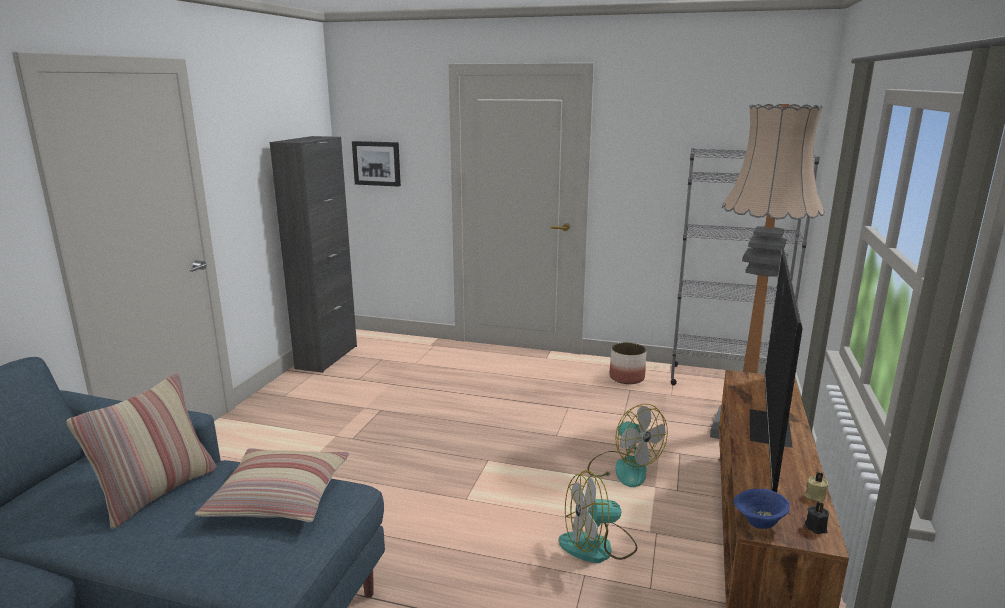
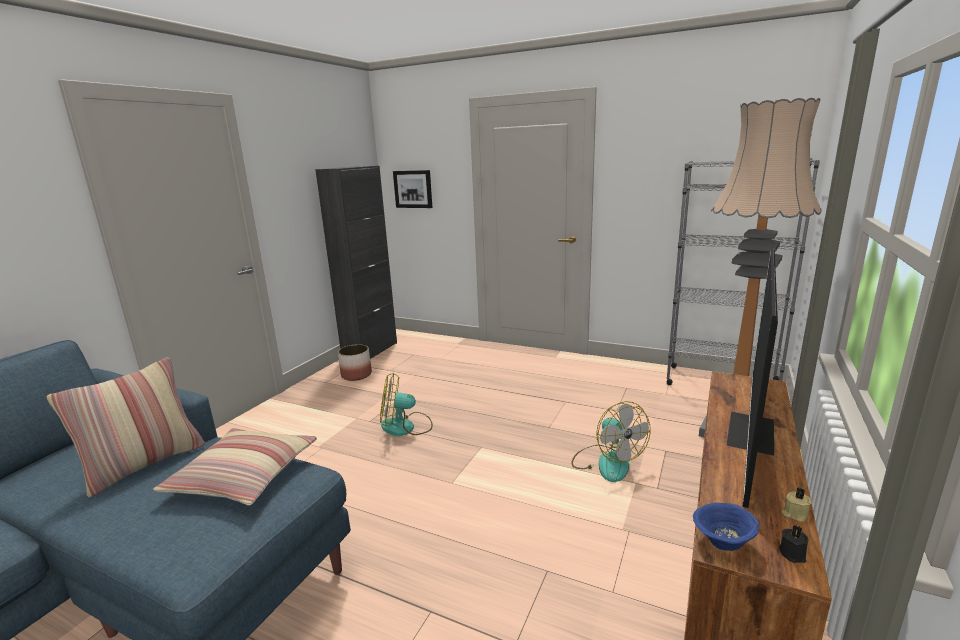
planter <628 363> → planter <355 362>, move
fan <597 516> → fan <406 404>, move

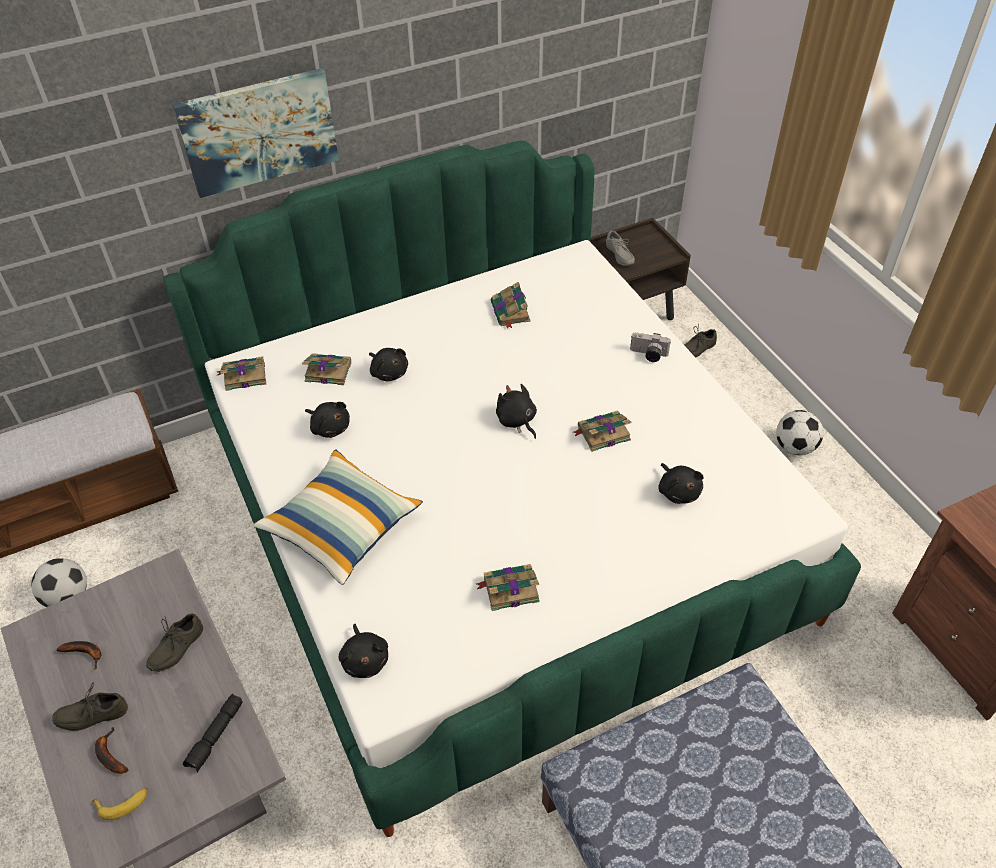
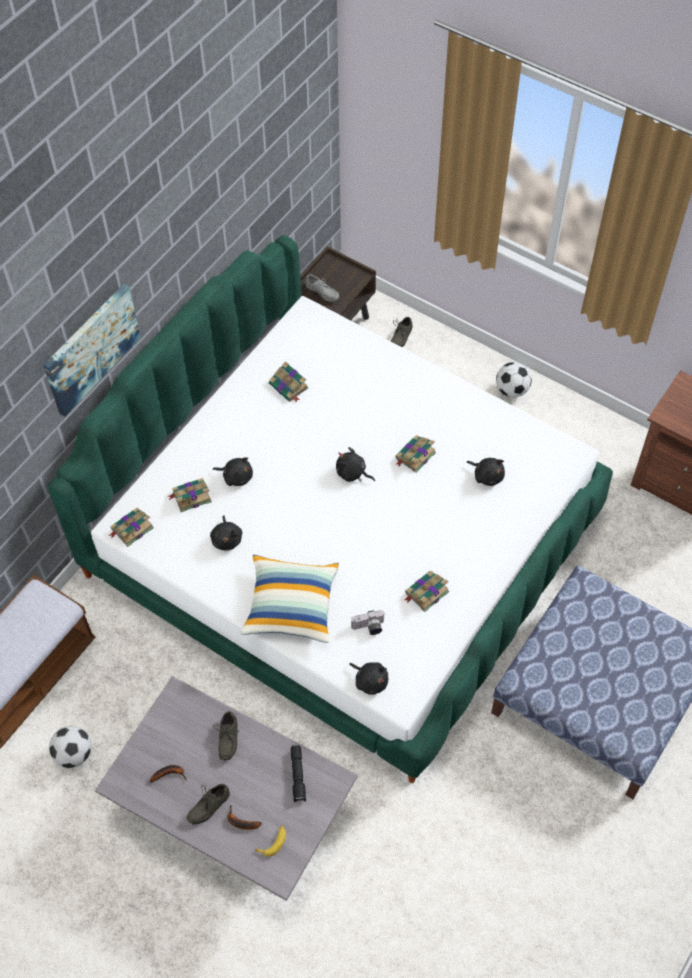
photo camera <650 347> → photo camera <368 622>, move
plush toy in black-coloured <327 420> → plush toy in black-coloured <226 533>, 75 degrees clockwise

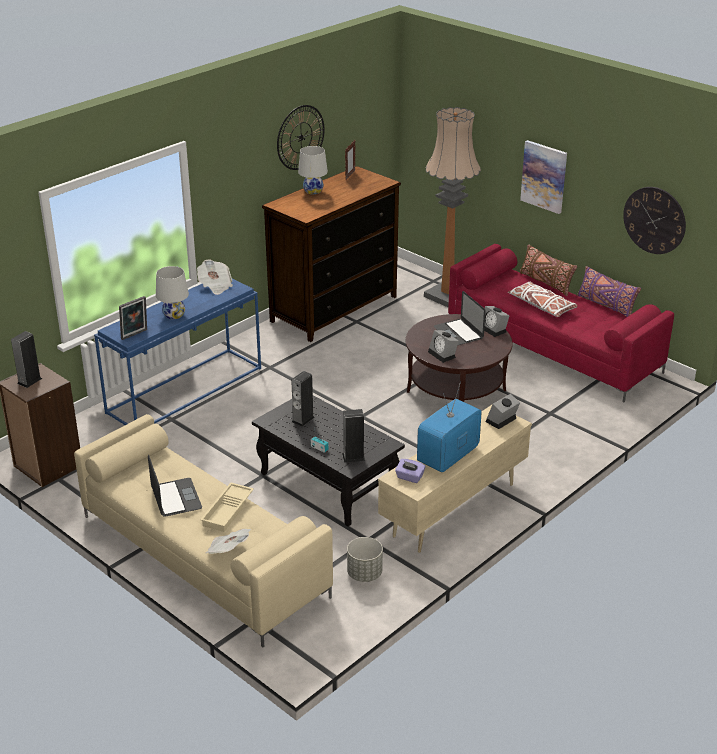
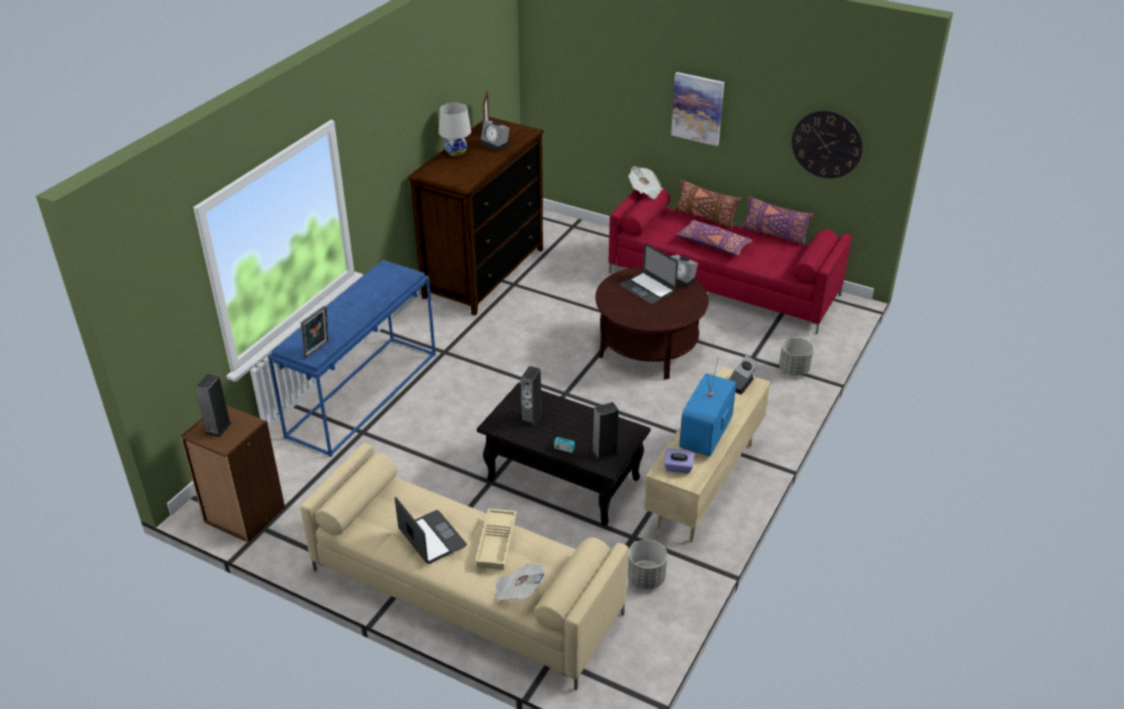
hanging clock <301 137> → -
standing lamp <452 207> → -
newspaper <215 277> → newspaper <645 182>, move
table lamp in whitish <172 292> → -
cushion in whitish <543 299> → cushion in purple <714 238>
bedside clock <443 346> → bedside clock <495 136>, move
- → planter in greyish <796 356>

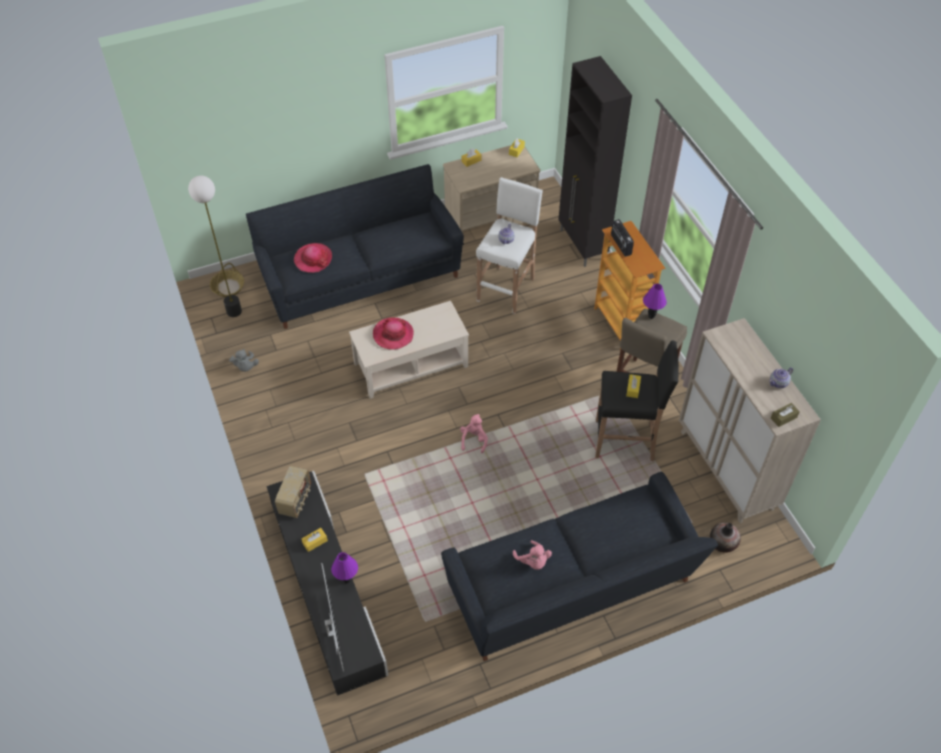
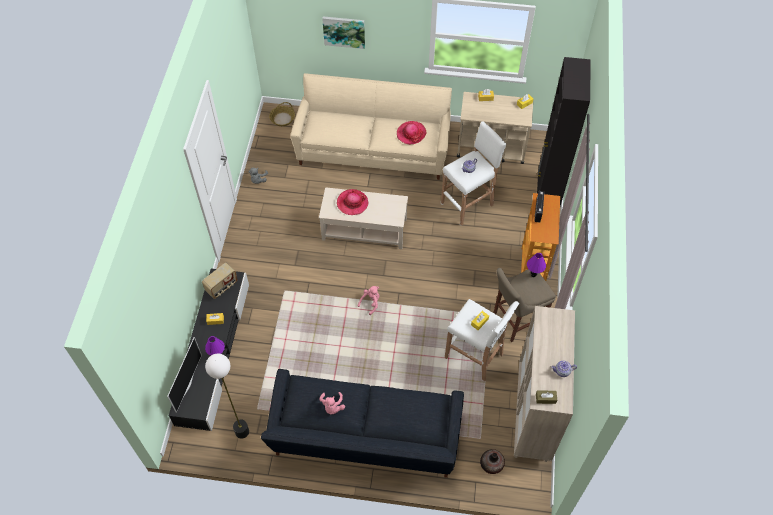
couch in black-coloured <355 246> → couch in beige <371 126>
standing lamp <215 246> → standing lamp <227 396>, move
wearable hat <313 258> → wearable hat <411 133>, move
stool in black-coloured <637 401> → stool in whitish <482 340>
- → wall art <343 32>

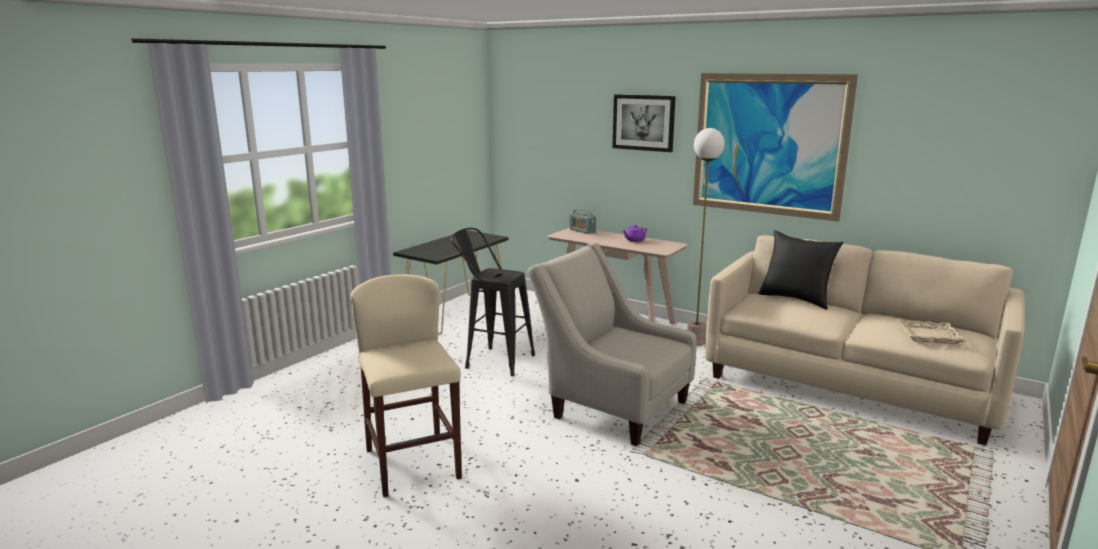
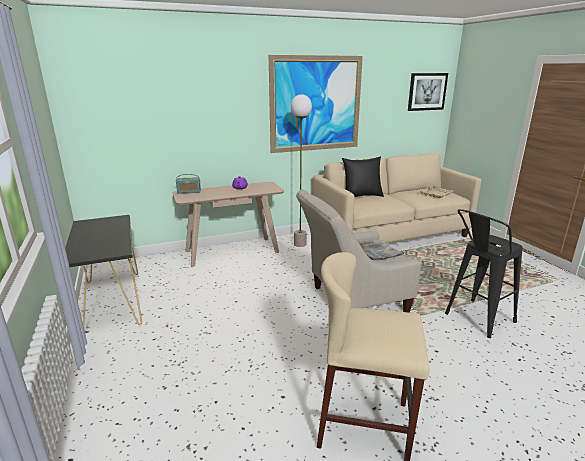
wall art <644 123> → wall art <428 92>, move
stool in black-coloured <493 302> → stool in black-coloured <484 273>, move
- → carrying tray in greyish <382 250>

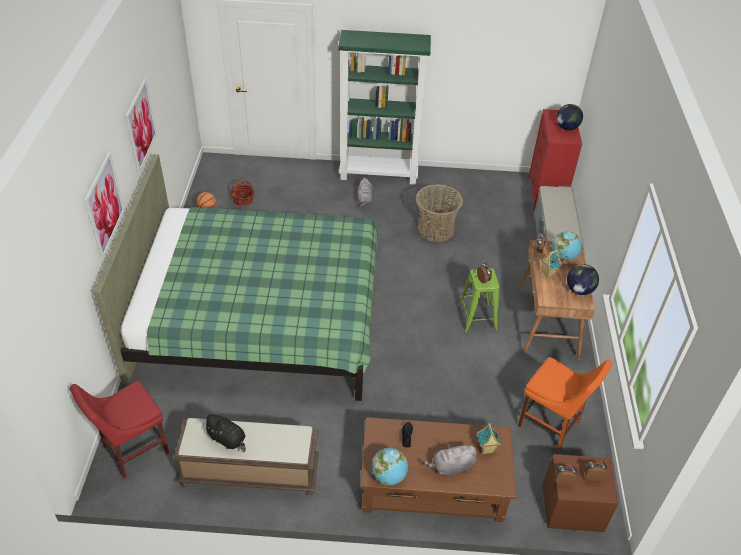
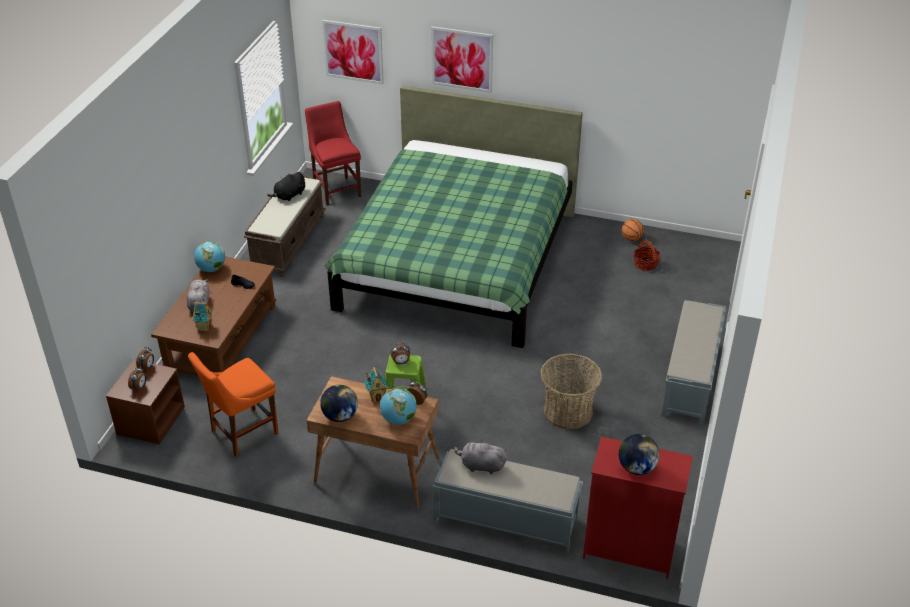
shelving unit in green-coloured <384 107> → indoor bench in greyish <693 362>
wall art <141 125> → wall art <353 52>, move
plush toy in greyish <365 192> → plush toy in greyish <480 457>, move

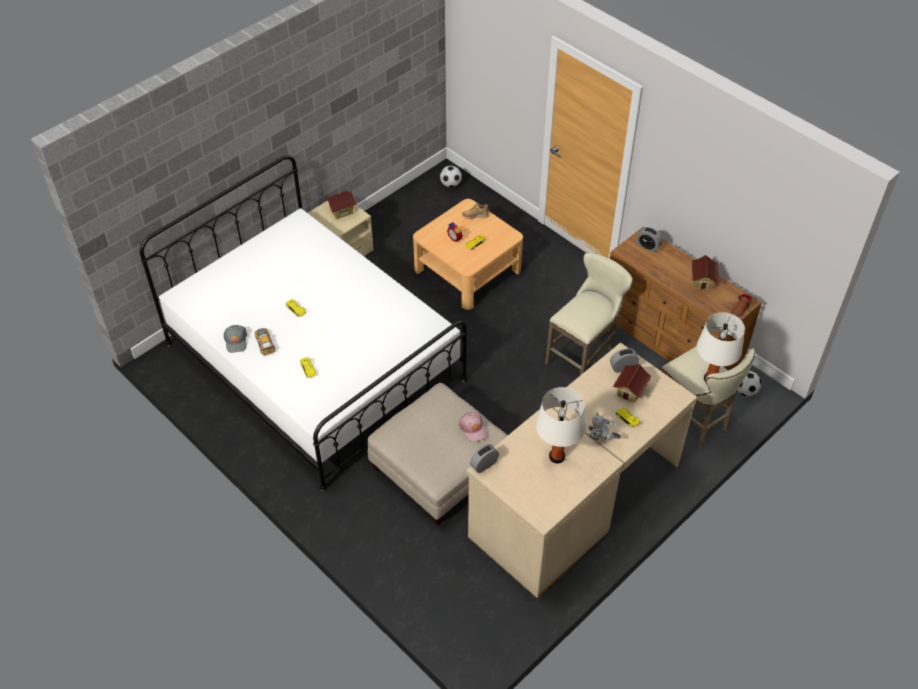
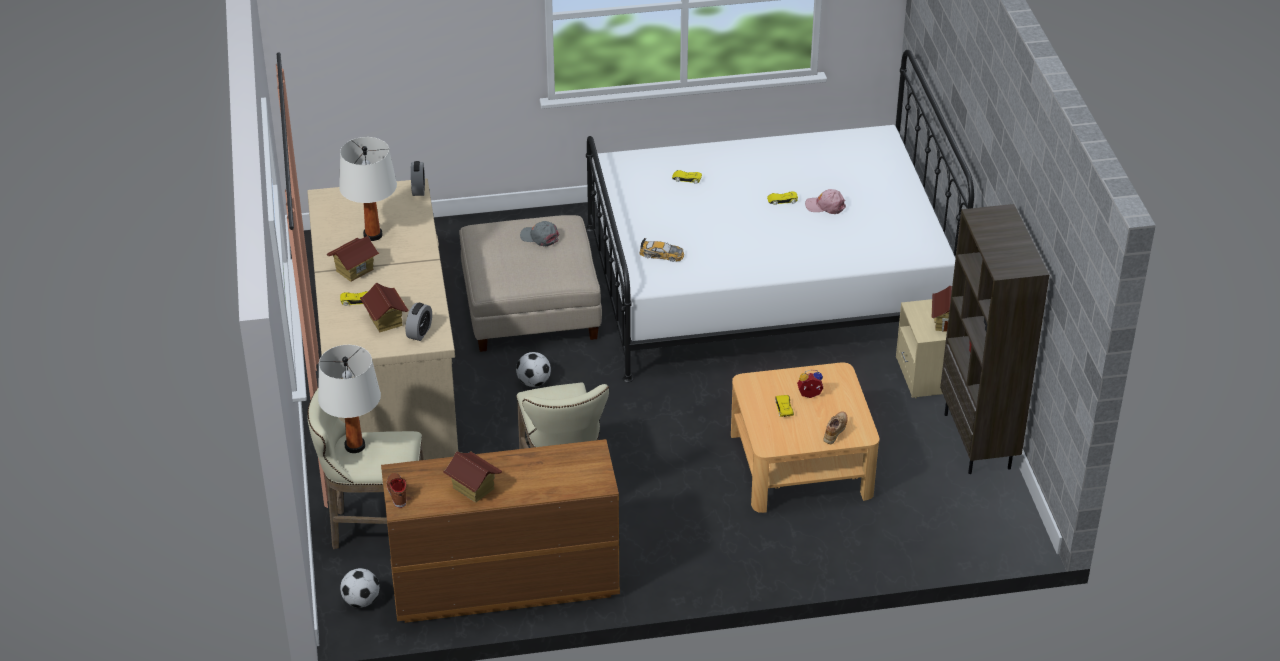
football <451 177> → football <533 369>, move
bedside clock <649 239> → -
baseball cap in greyish <235 339> → baseball cap in greyish <539 234>, move
model car <265 342> → model car <661 250>, move
baseball cap in pink <473 427> → baseball cap in pink <825 201>, move
robot figure <604 426> → model house <352 259>
- → shelving unit in brown-coloured <994 339>

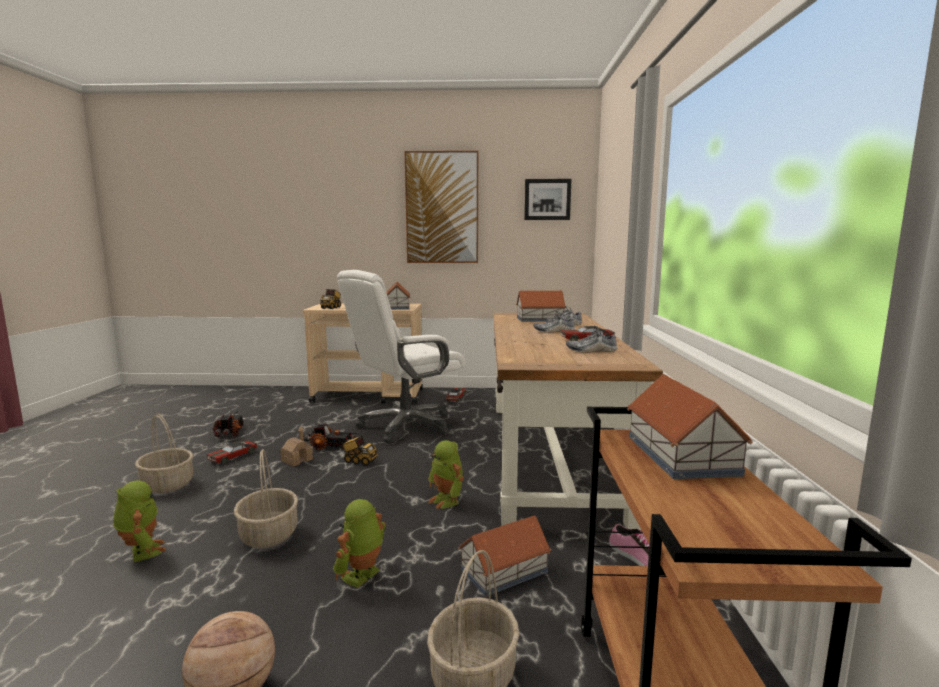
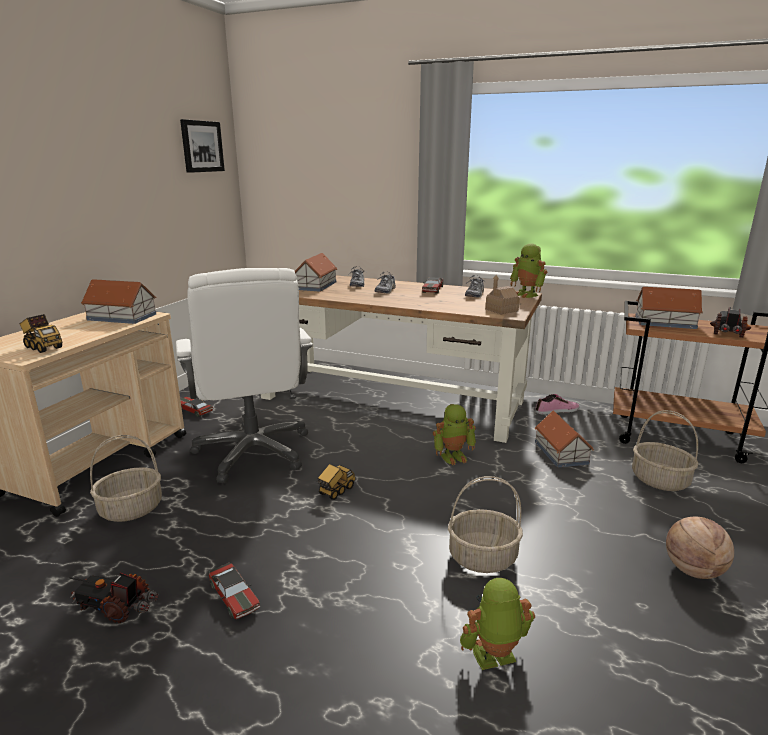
wall art <441 207> → -
storage basket <164 453> → storage basket <126 478>, move
model truck <330 437> → model truck <730 322>, move
model house <297 446> → model house <502 294>, move
robot figure <359 543> → robot figure <528 270>, move

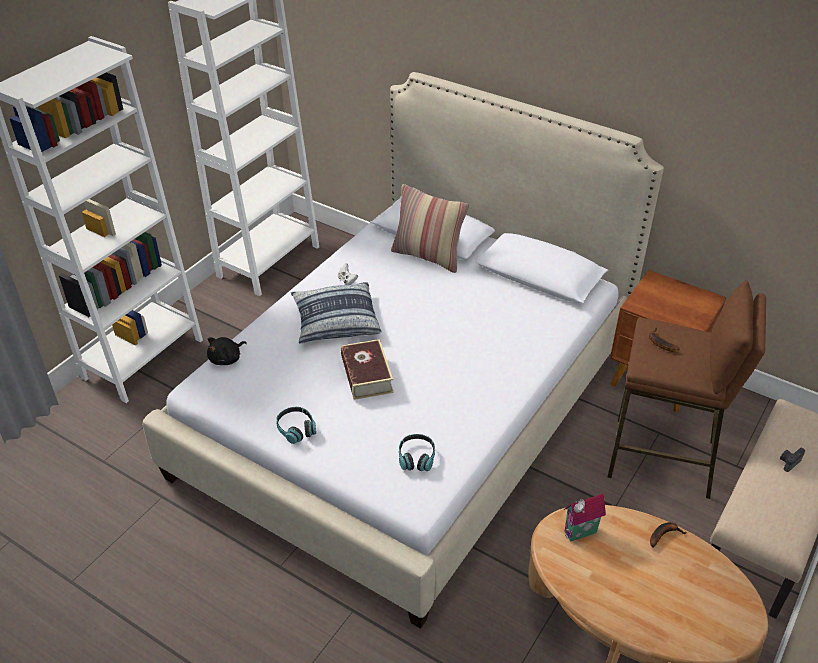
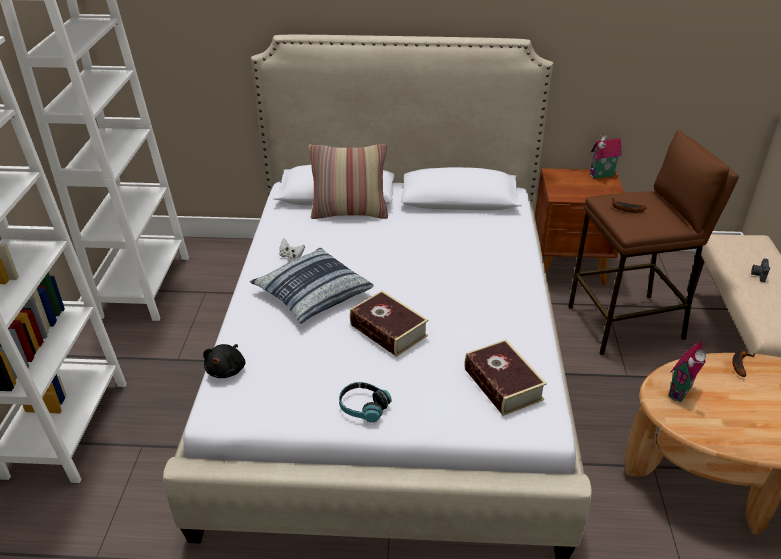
pair of headphones <417 452> → book <505 378>
- → model house <606 156>

